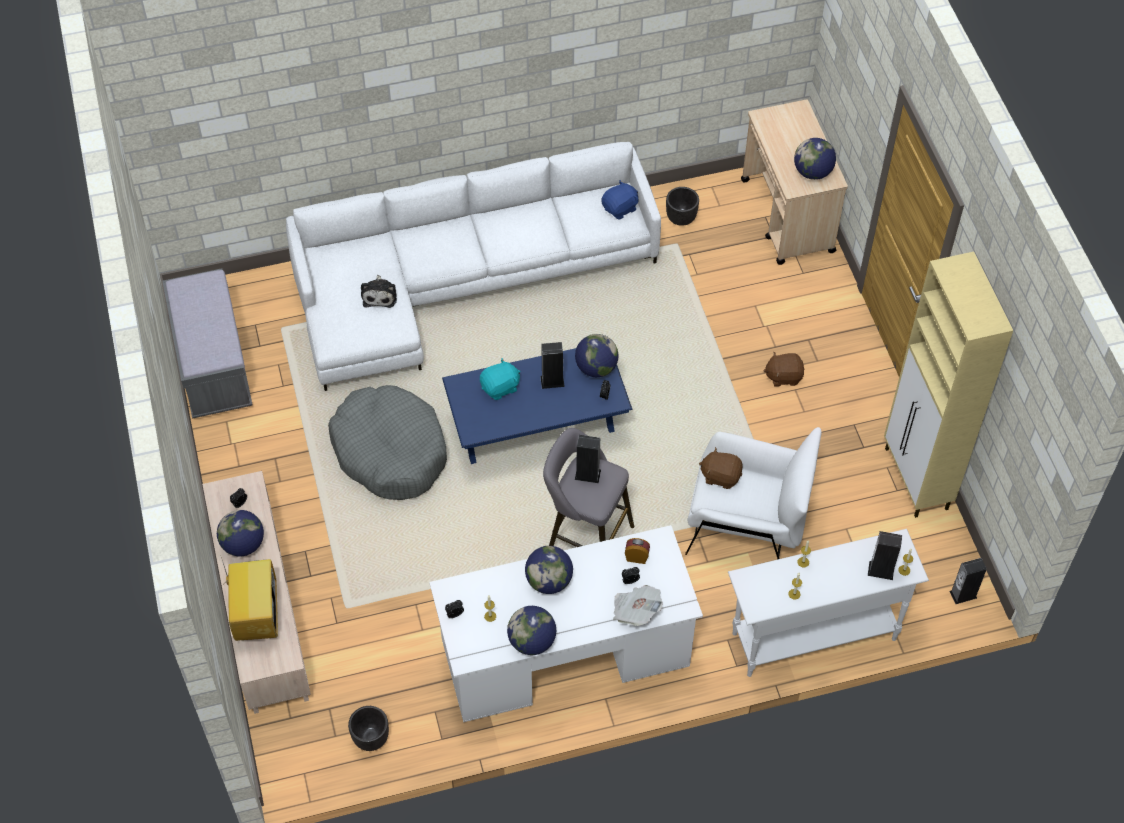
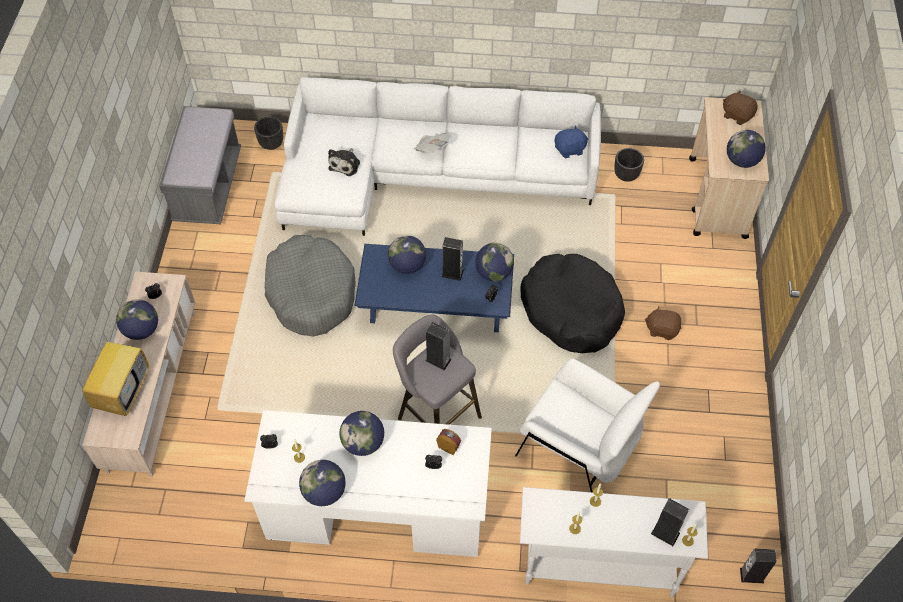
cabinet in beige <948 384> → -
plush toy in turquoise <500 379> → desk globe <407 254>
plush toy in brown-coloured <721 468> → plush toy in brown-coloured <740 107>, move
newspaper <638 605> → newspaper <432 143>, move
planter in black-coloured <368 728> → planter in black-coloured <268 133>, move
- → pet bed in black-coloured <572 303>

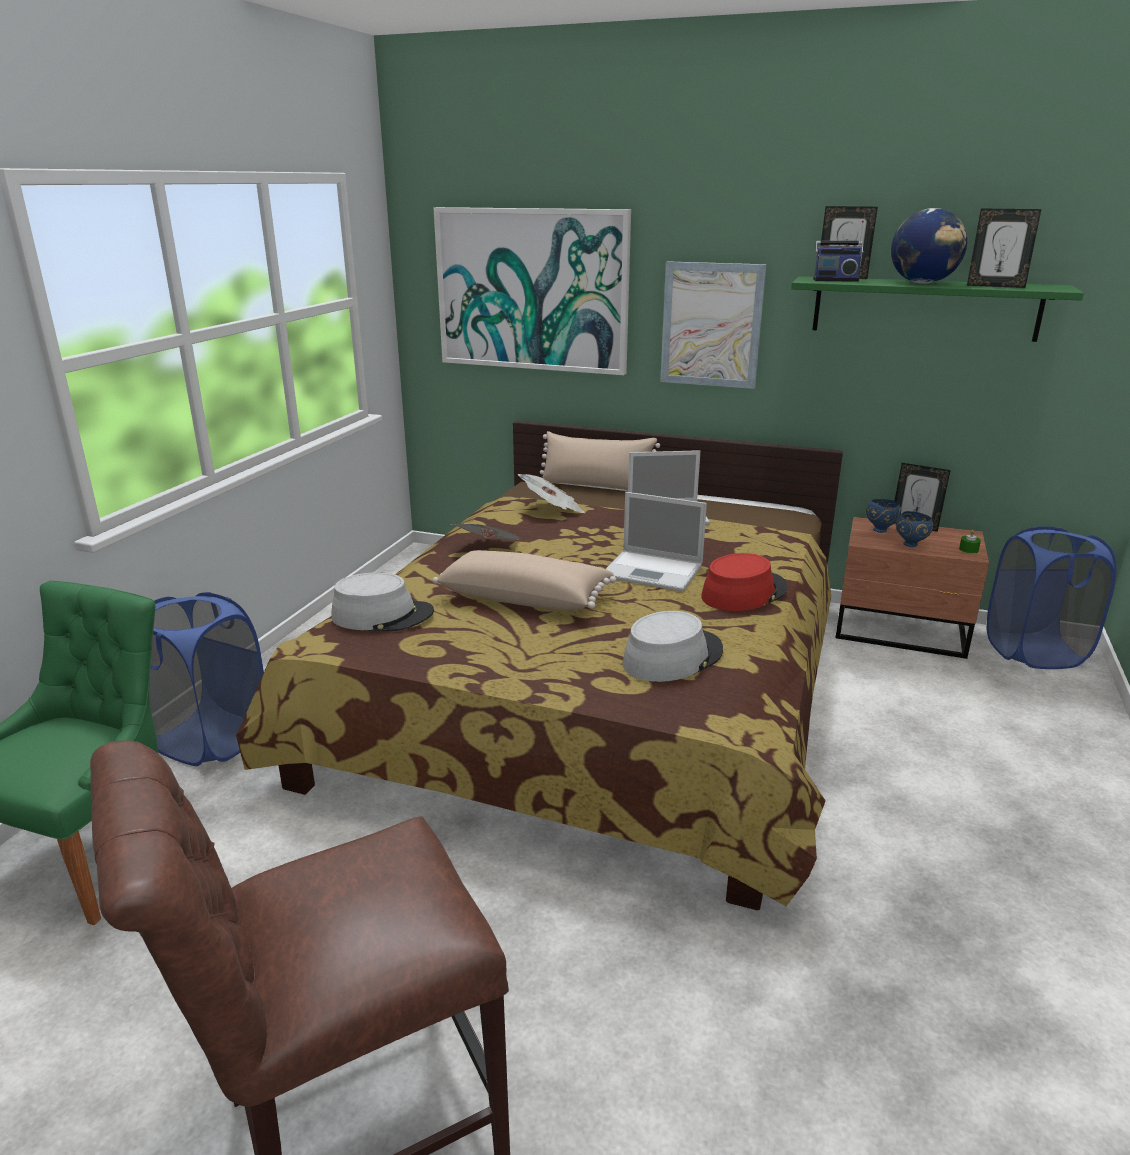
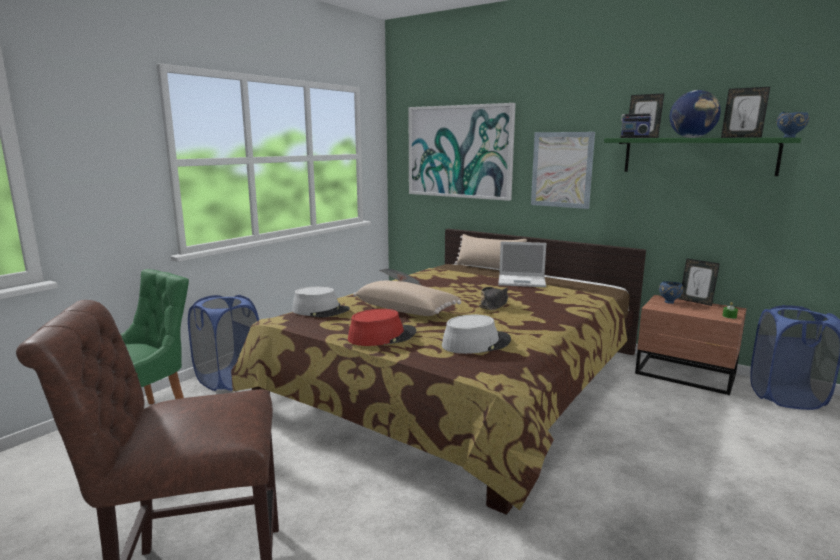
newspaper <551 493> → -
notebook computer <656 542> → wearable hat in black-coloured <494 298>
deep dish in blue-coloured <914 529> → deep dish in blue-coloured <792 124>, move
wearable hat in reddish <744 582> → wearable hat in reddish <382 327>, move

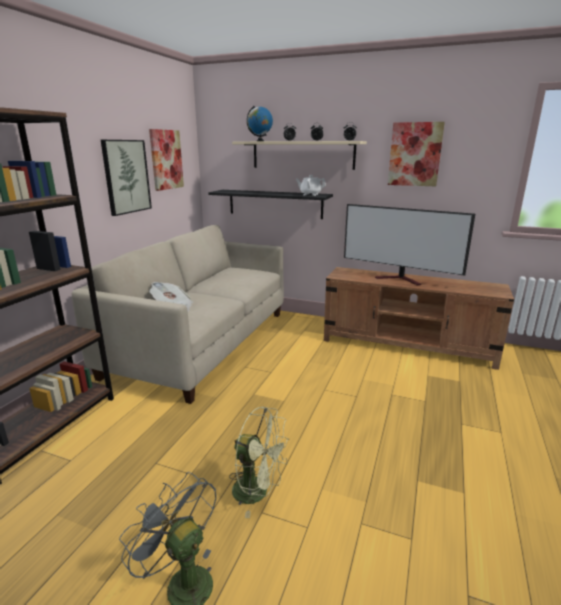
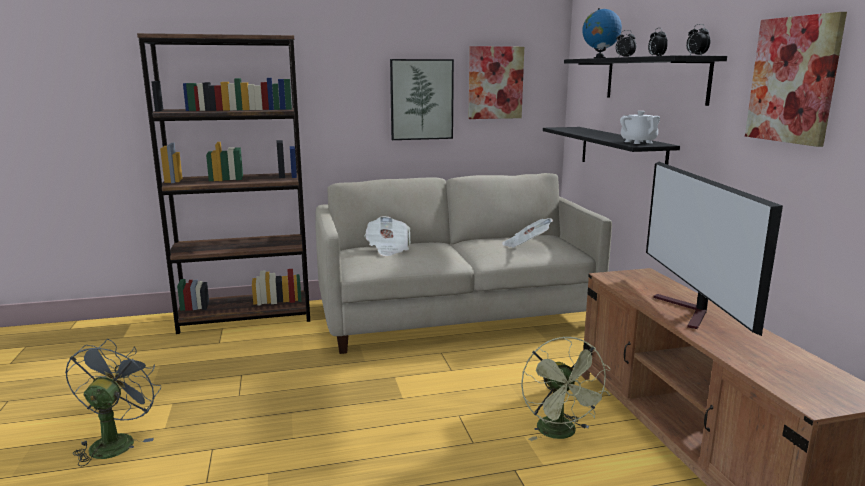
bracket shelf in beige <299 155> → bracket shelf in black-coloured <645 80>
fan in green-coloured <259 462> → fan in green-coloured <566 388>, move
- → newspaper <527 233>

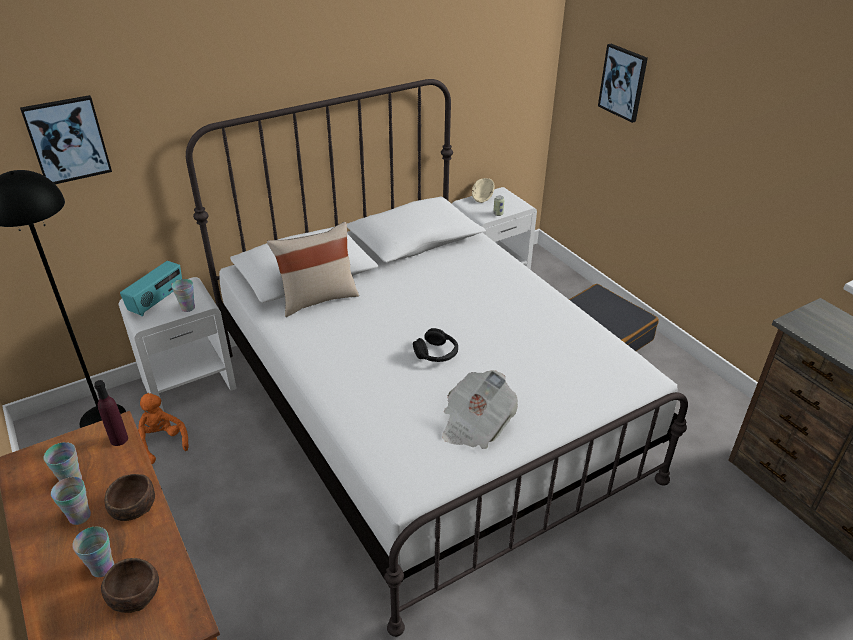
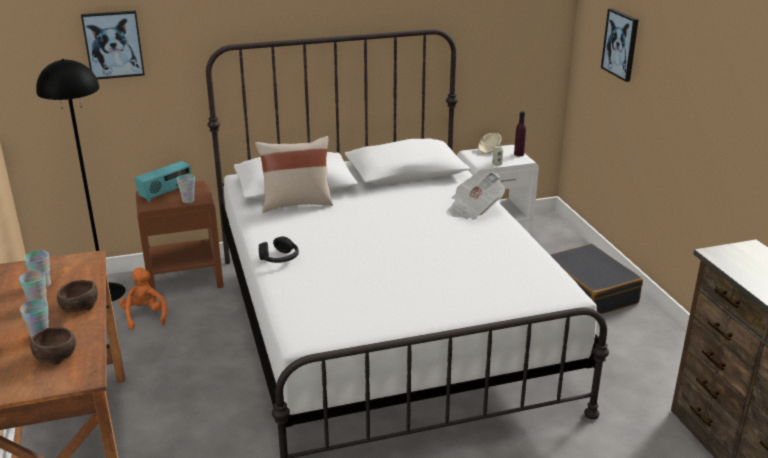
night table in whitish <178 344> → night table in brown-coloured <180 239>
pair of headphones in black-coloured <435 345> → pair of headphones in black-coloured <279 249>, move
newspaper <480 409> → newspaper <475 196>, move
bottle in purple <111 413> → bottle in purple <520 133>, move

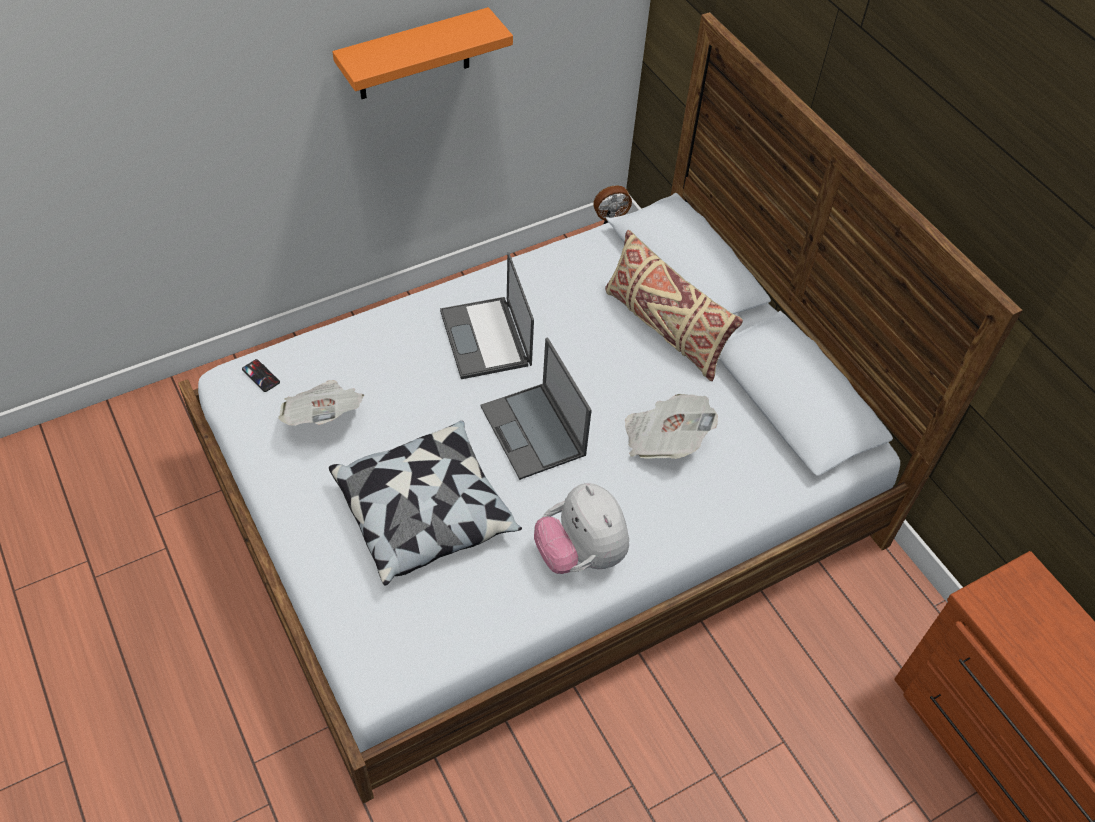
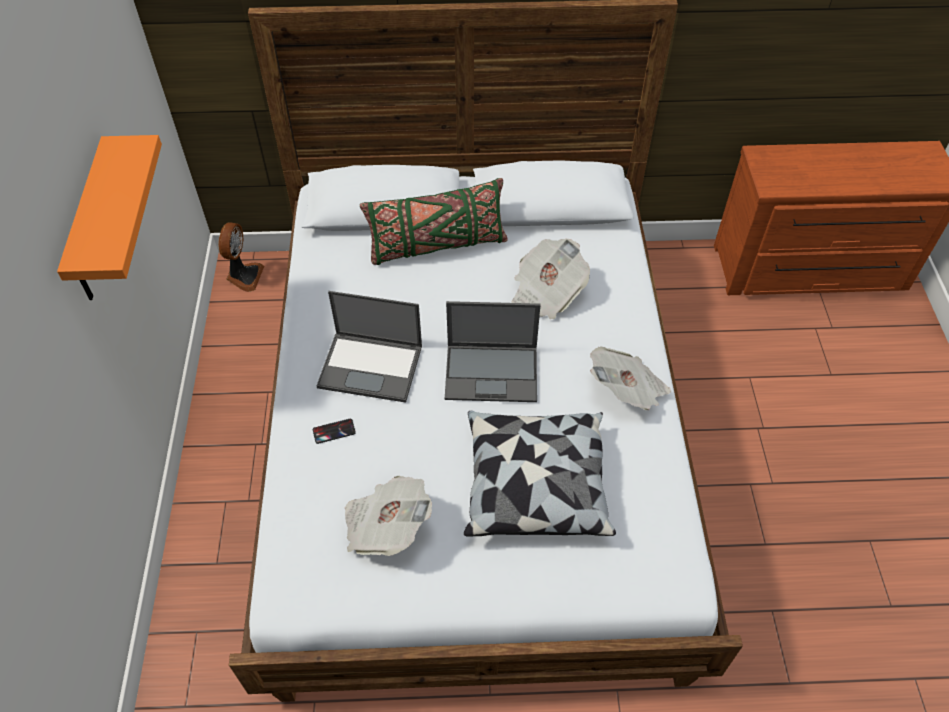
cushion in beige <674 305> → cushion in green-coloured <434 221>
telephone <261 375> → telephone <334 431>, move
plush toy <581 528> → newspaper <630 378>

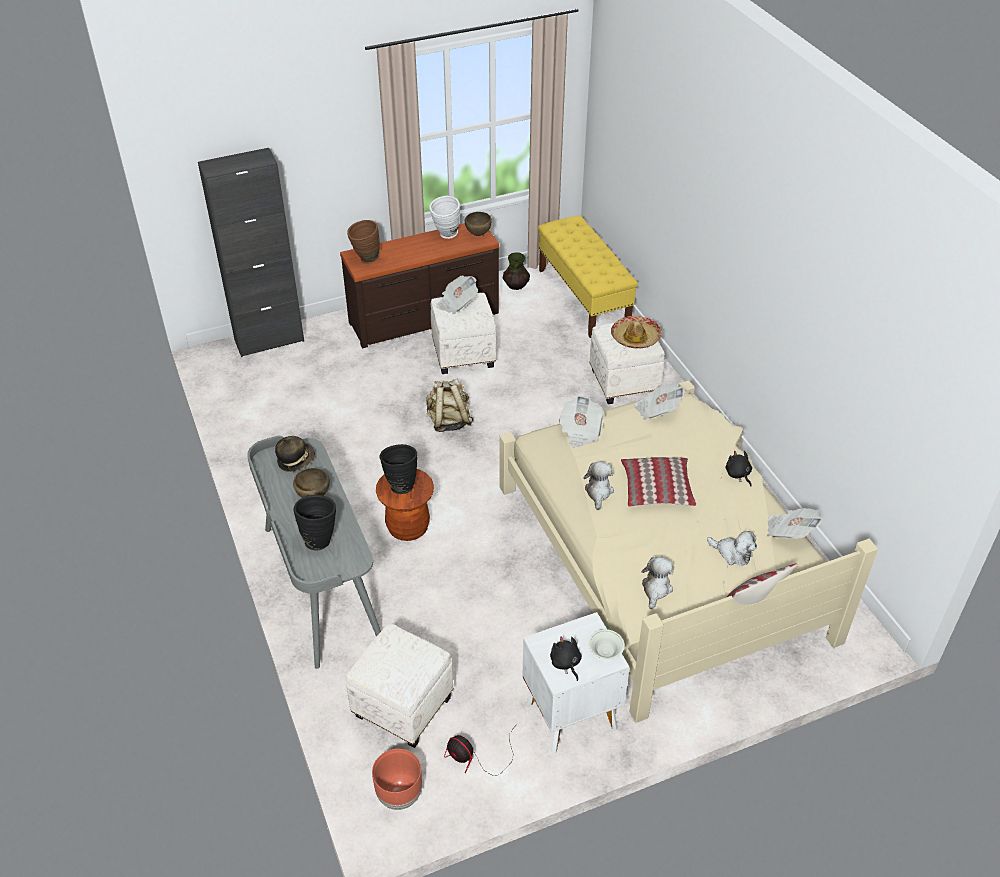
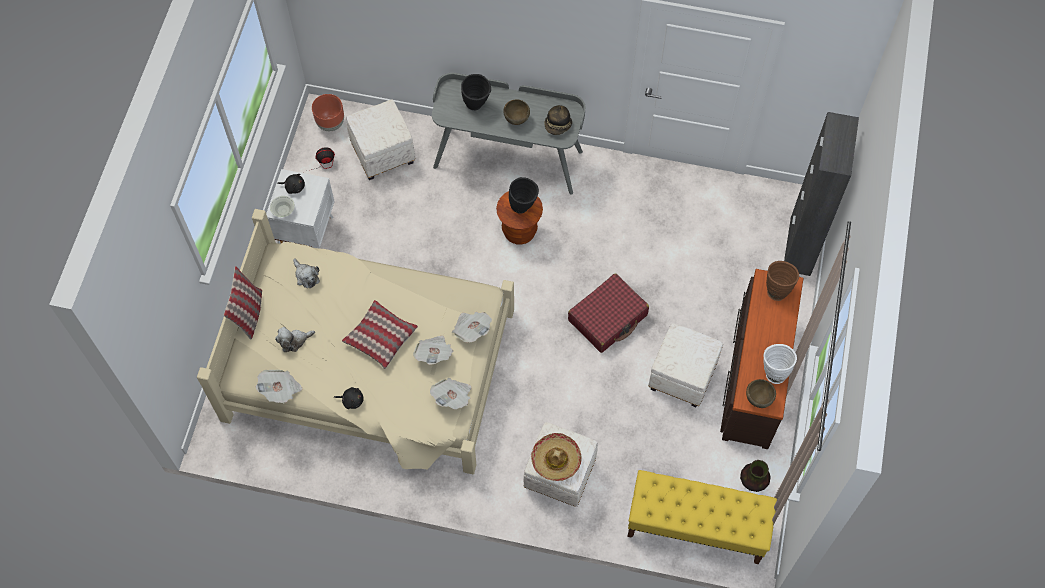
newspaper <457 295> → newspaper <433 350>, move
rucksack in beige <450 405> → piece of luggage in reddish <608 313>
plush toy <598 486> → -

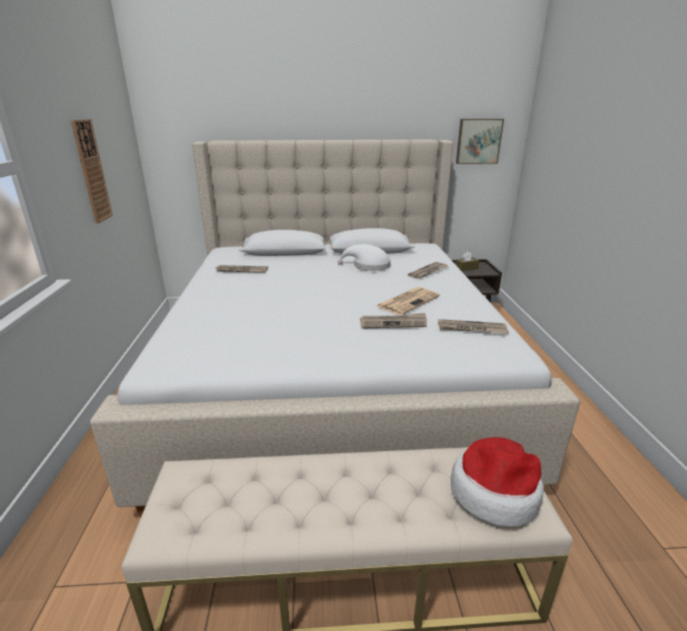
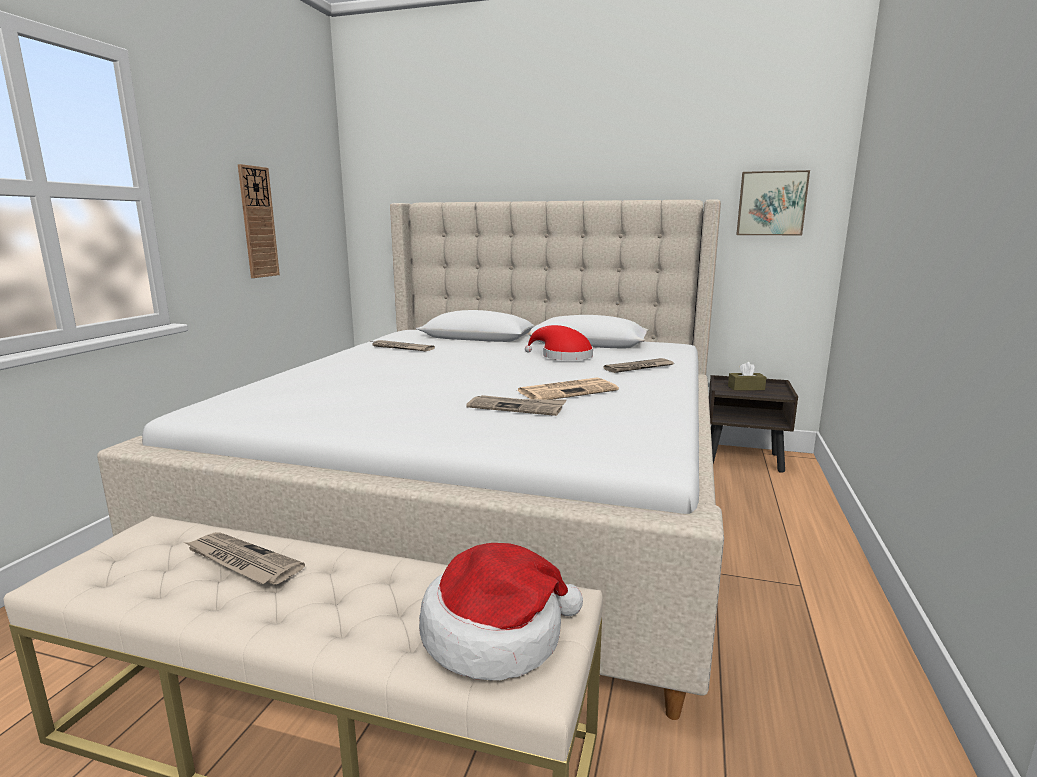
wearable hat in whitish <364 257> → wearable hat in reddish <559 342>
newspaper <473 326> → newspaper <244 558>, move

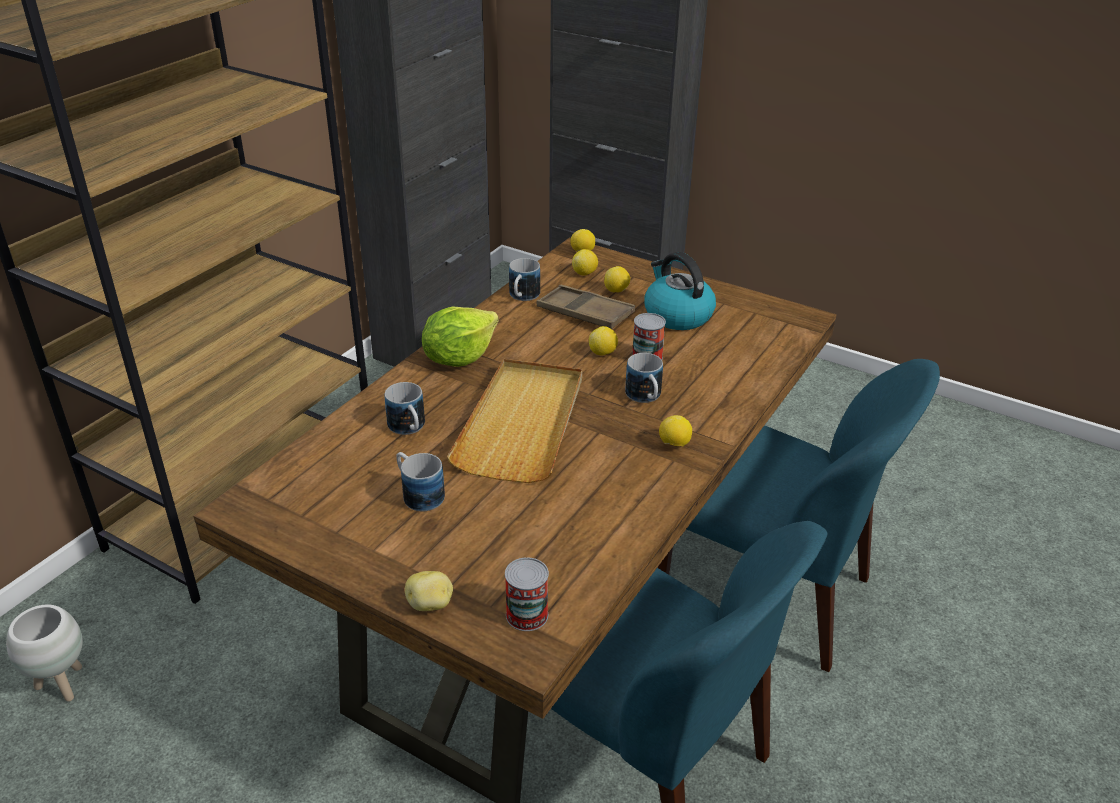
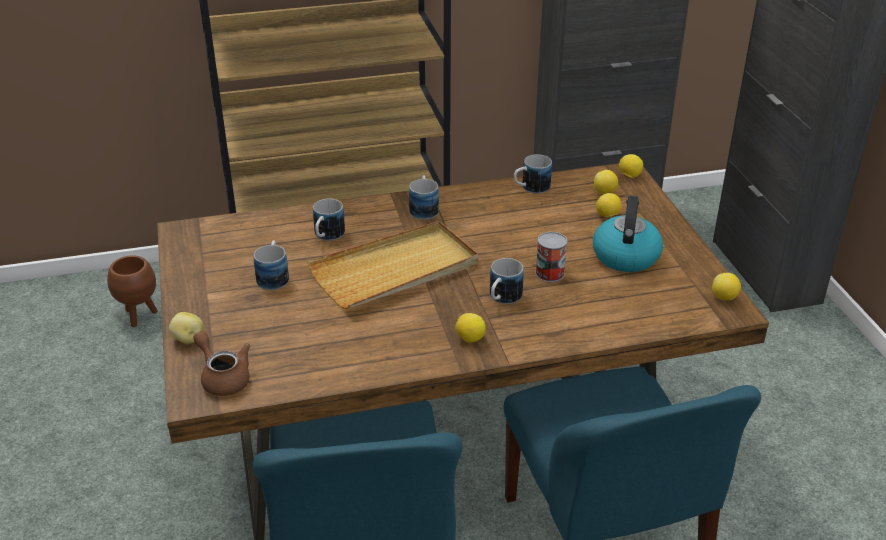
carrying tray in brown-coloured <585 307> → -
lettuce head <460 336> → coffee mug <424 197>
citrus fruit <603 340> → citrus fruit <726 286>, move
can <527 594> → tea pot in brown-coloured <221 363>
planter in whitish <44 653> → planter in brown-coloured <132 291>

